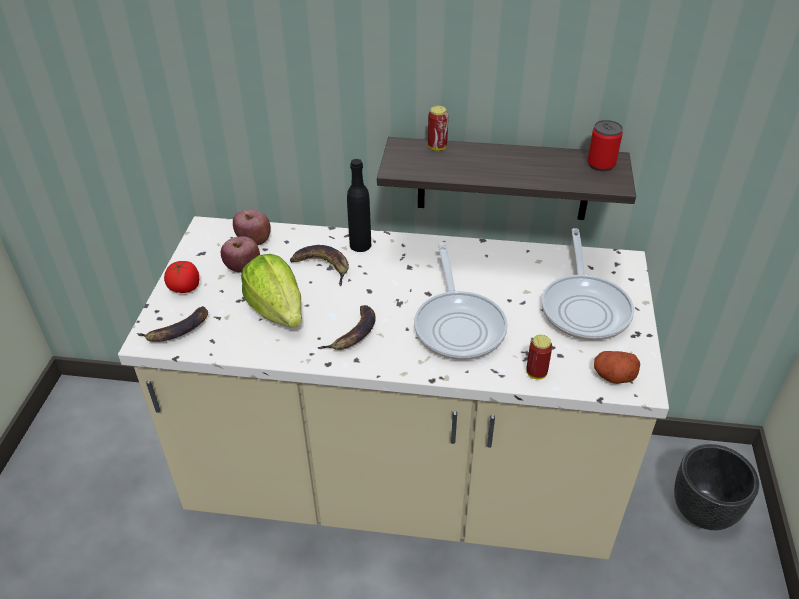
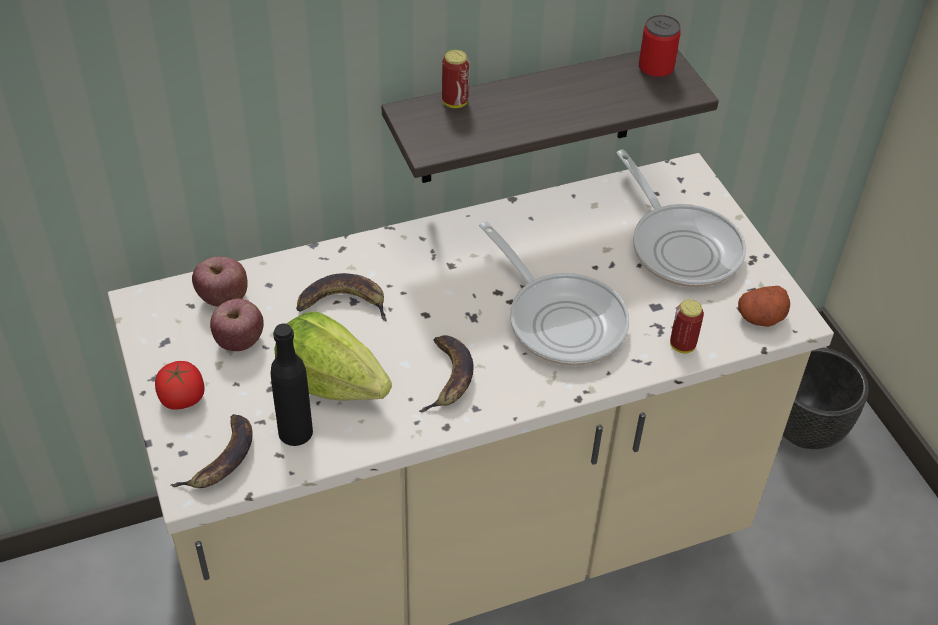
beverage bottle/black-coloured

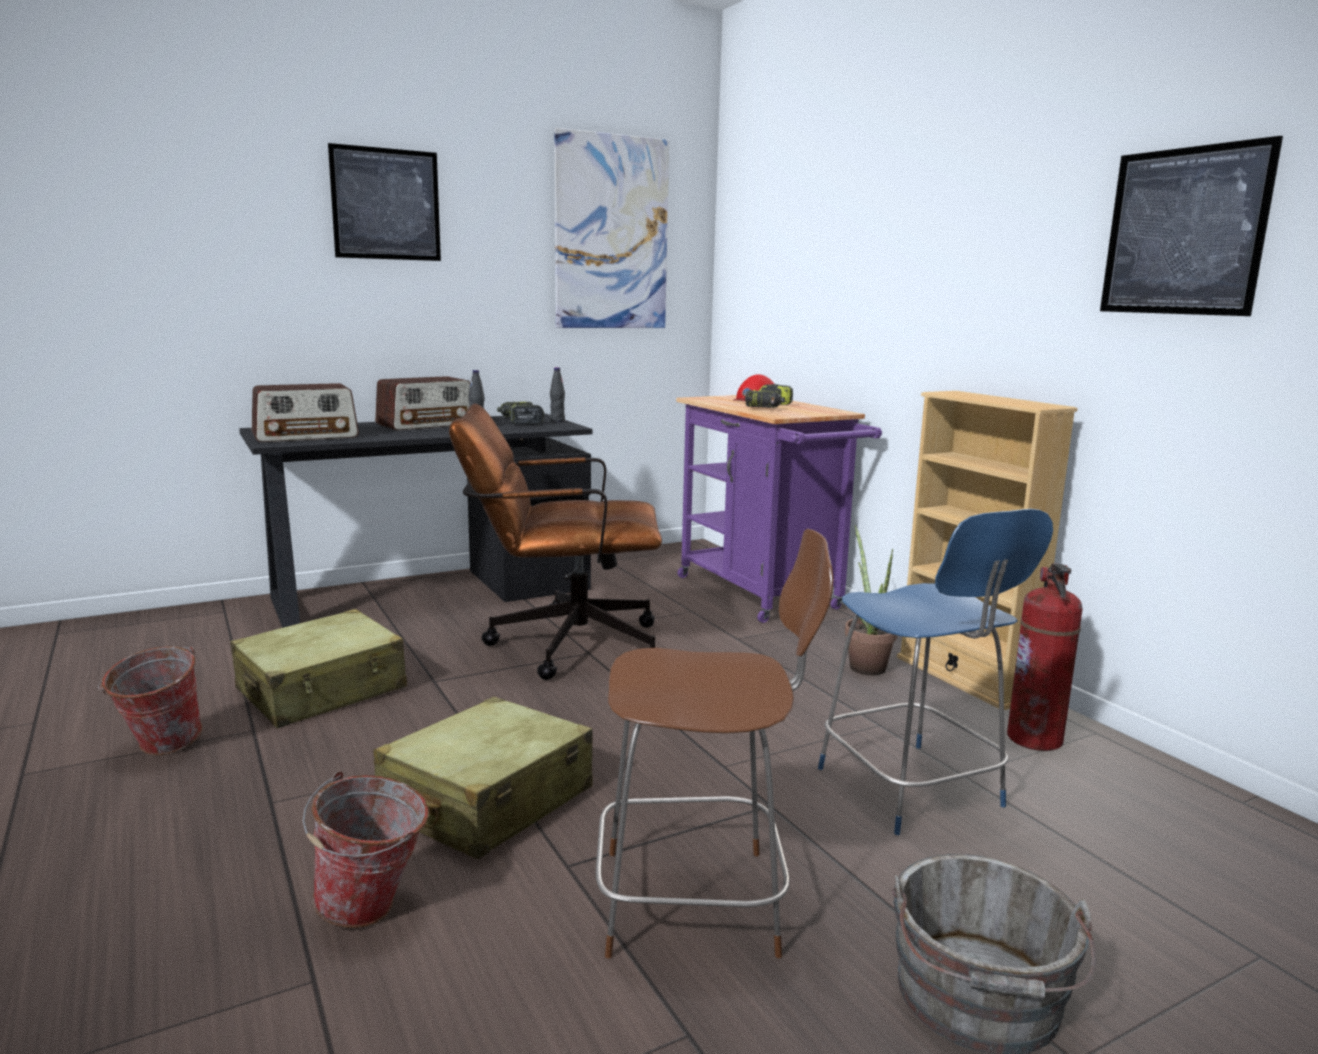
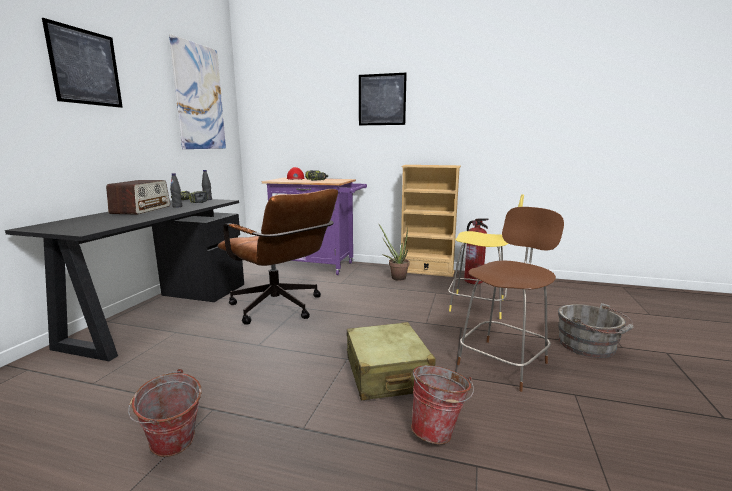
office chair/brownish
wall picture (no. 3 from left)
stool seat/yellow-coloured
travel case/beige (no. 1 from left in the first image)
radio (no. 1 from left in the first image)

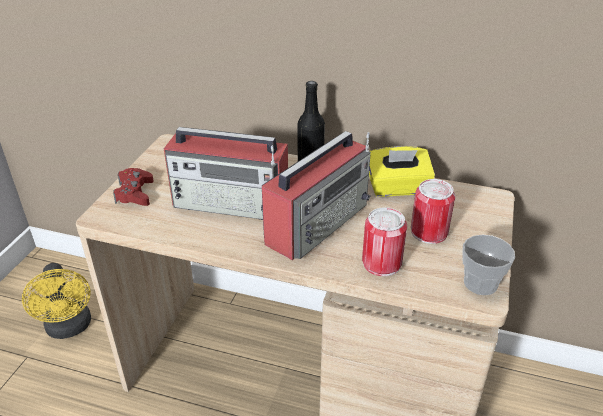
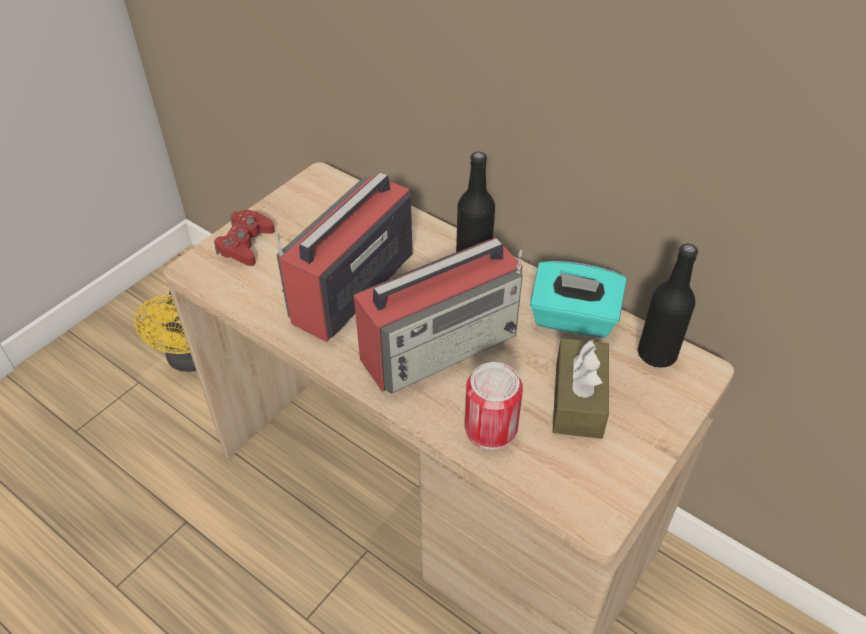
radio (no. 1 from left)
box of tissues/turquoise-coloured
box of tissues/brownish
beverage bottle/black-coloured (no. 2 from left)
cup

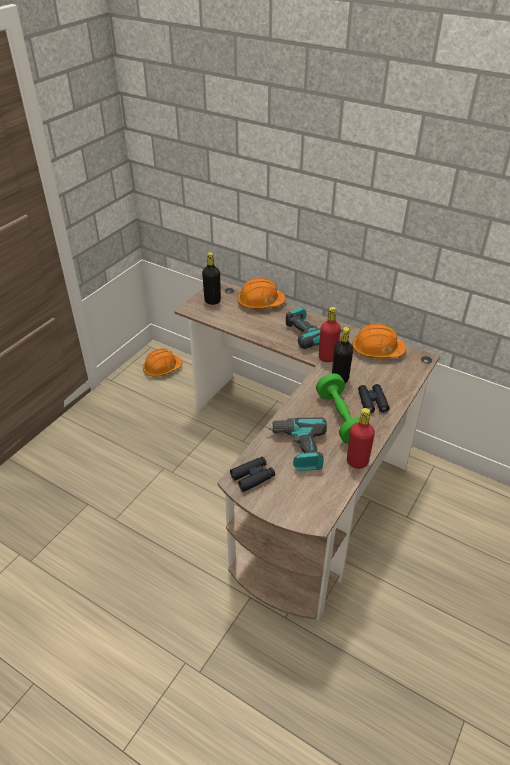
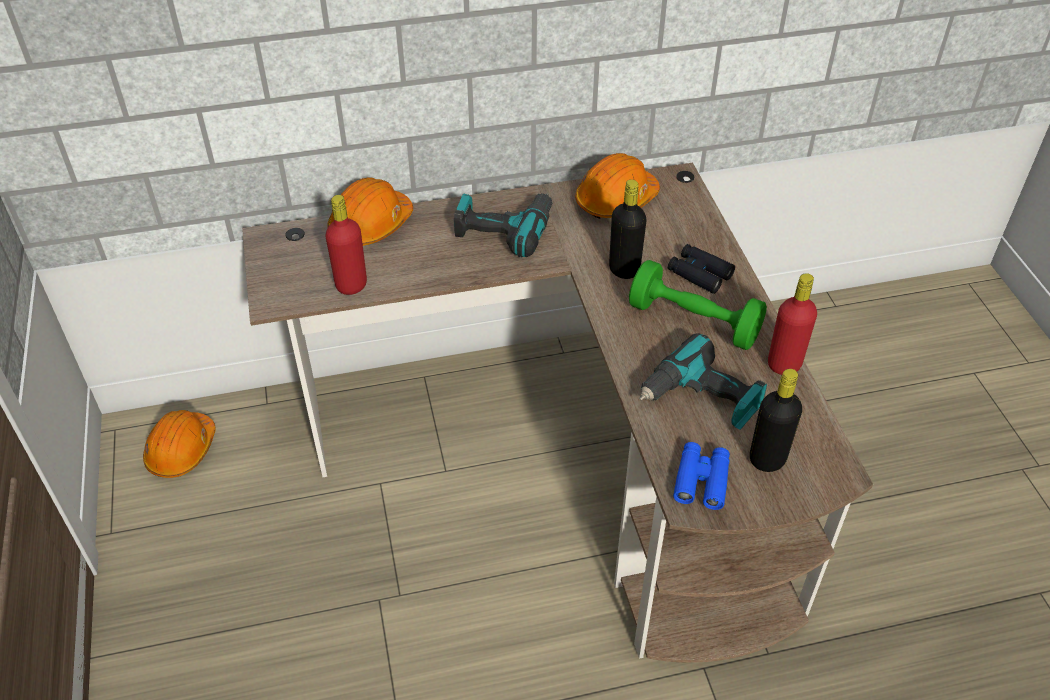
beverage bottle/red-coloured (no. 1 from left)
binoculars/blue
beverage bottle/black-coloured (no. 2 from left)

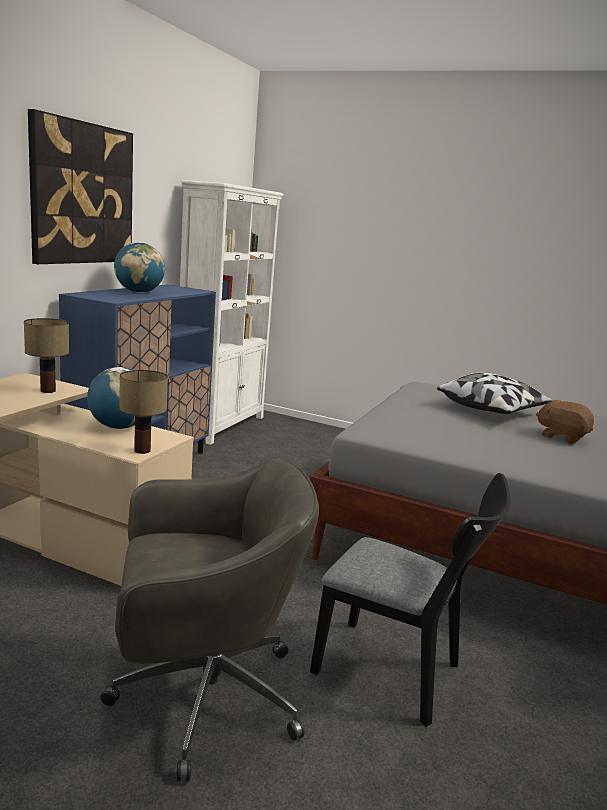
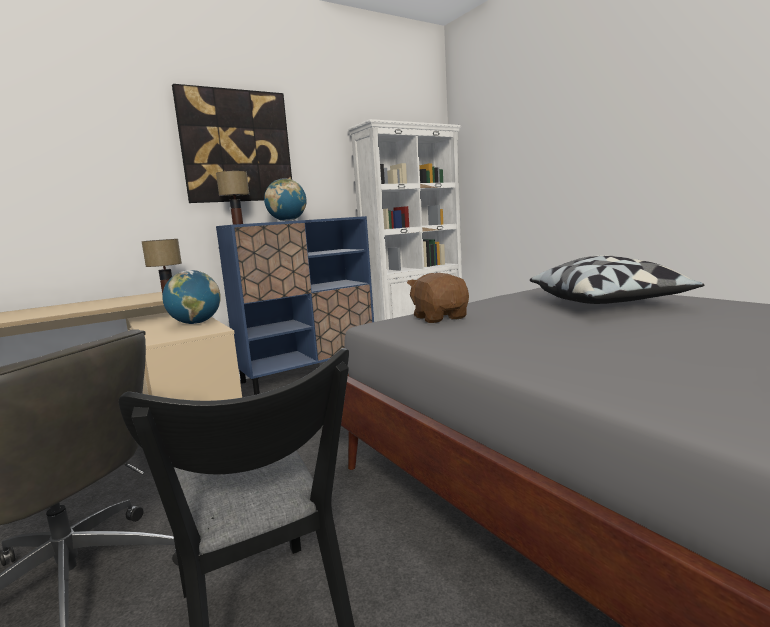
tabletop lamp (no. 2 from left)
plush toy/brownish

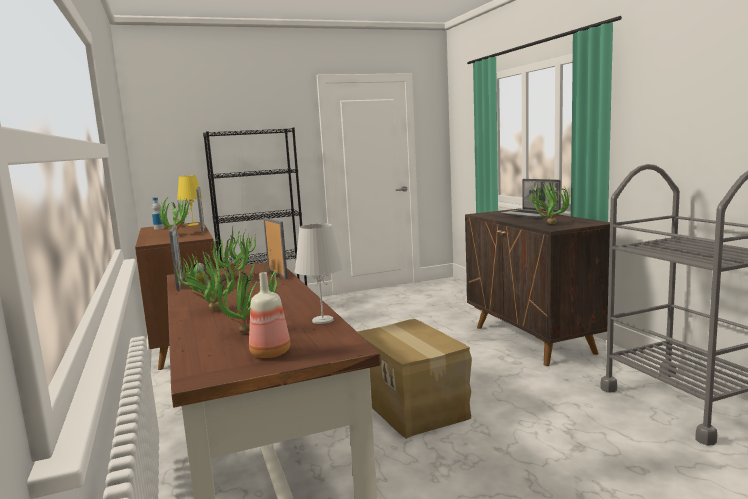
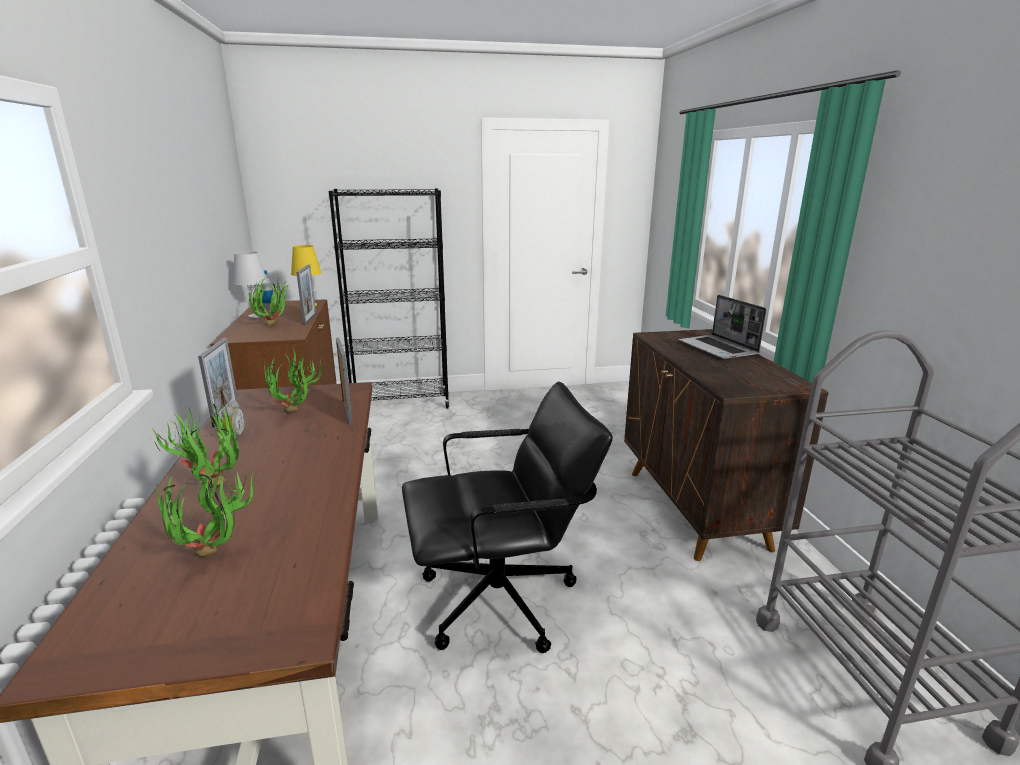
tabletop lamp/whitish
office chair/black-coloured
beverage bottle (no. 2 from left in the first image)
plant in a pot (no. 5 from left in the first image)

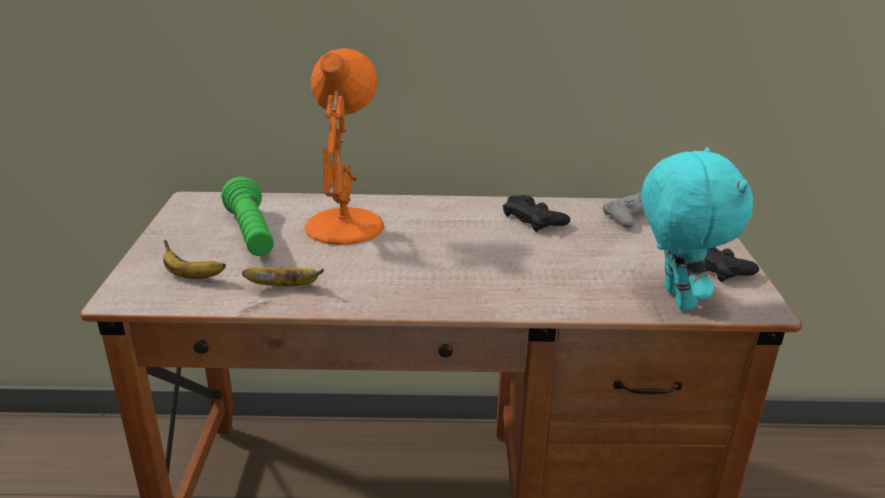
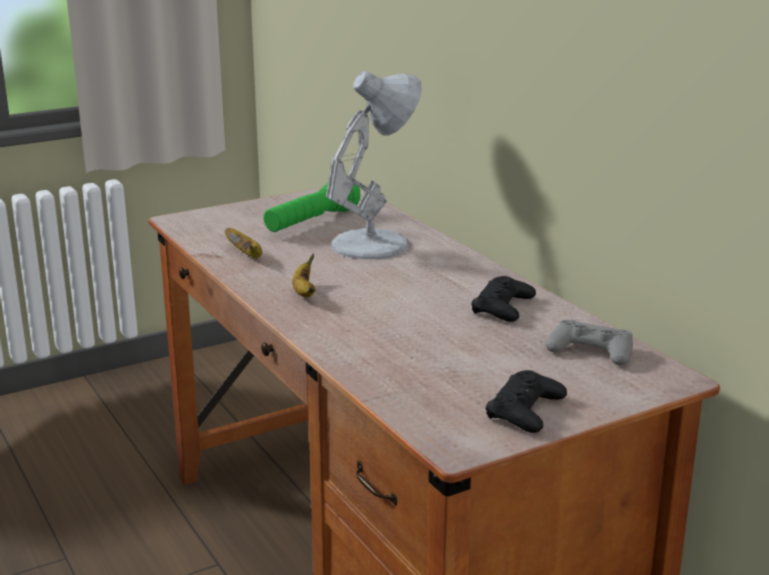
banana (no. 2 from left)
tabletop lamp/whitish
plush toy/turquoise-coloured

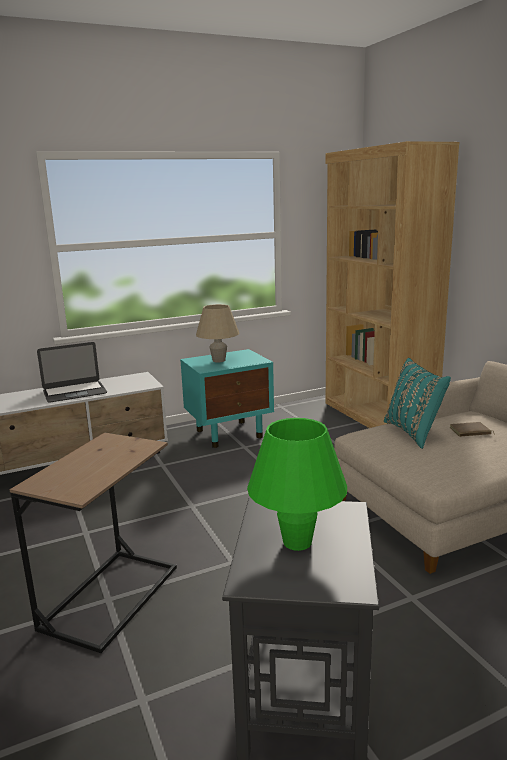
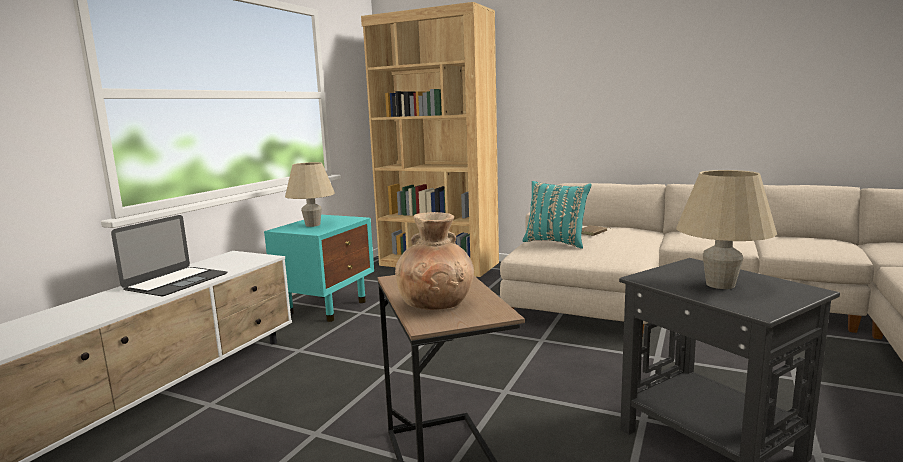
vase/brownish
tabletop lamp/beige (no. 2 from left)

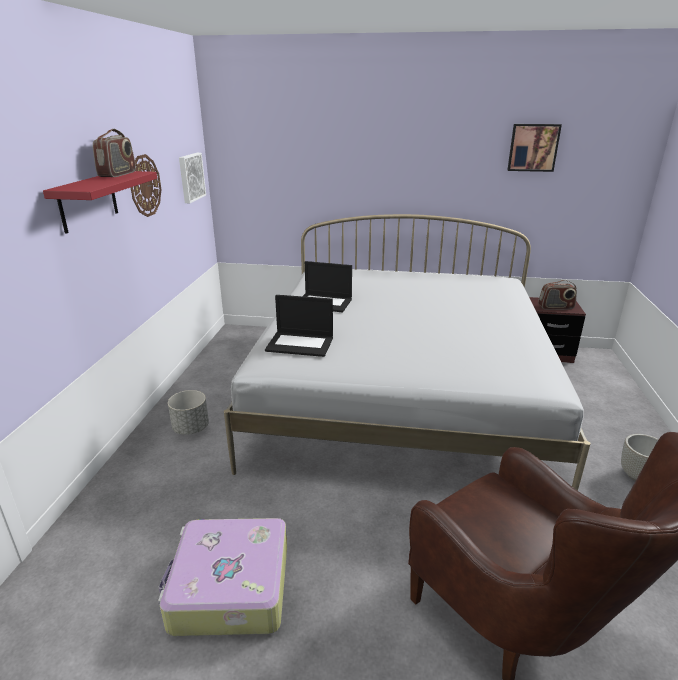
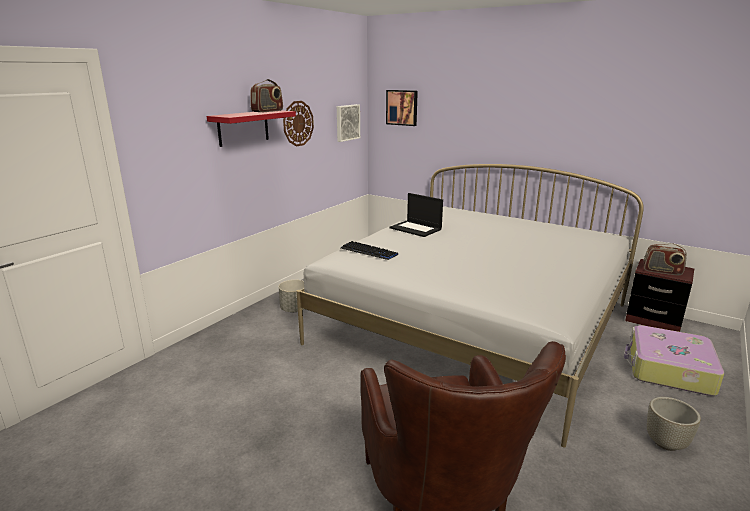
PC keyboard
wall picture (no. 2 from left)
travel case

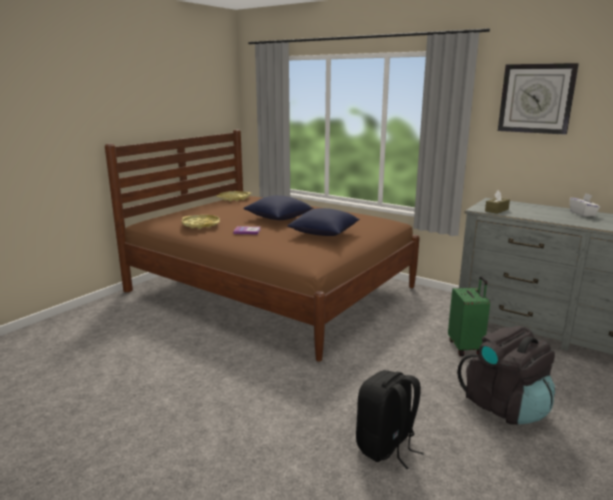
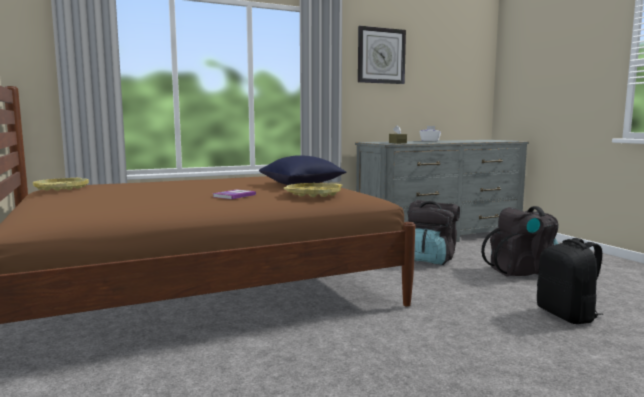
tray/yellow-coloured (no. 2 from left)
rucksack/black-coloured (no. 1 from left)
throw pillow/blue (no. 1 from left in the first image)

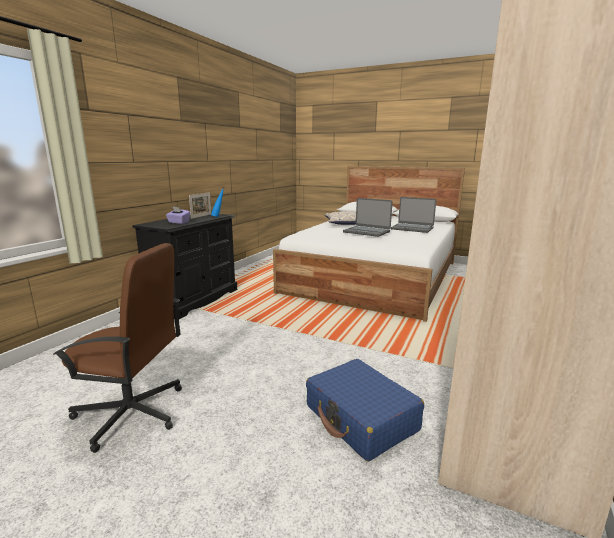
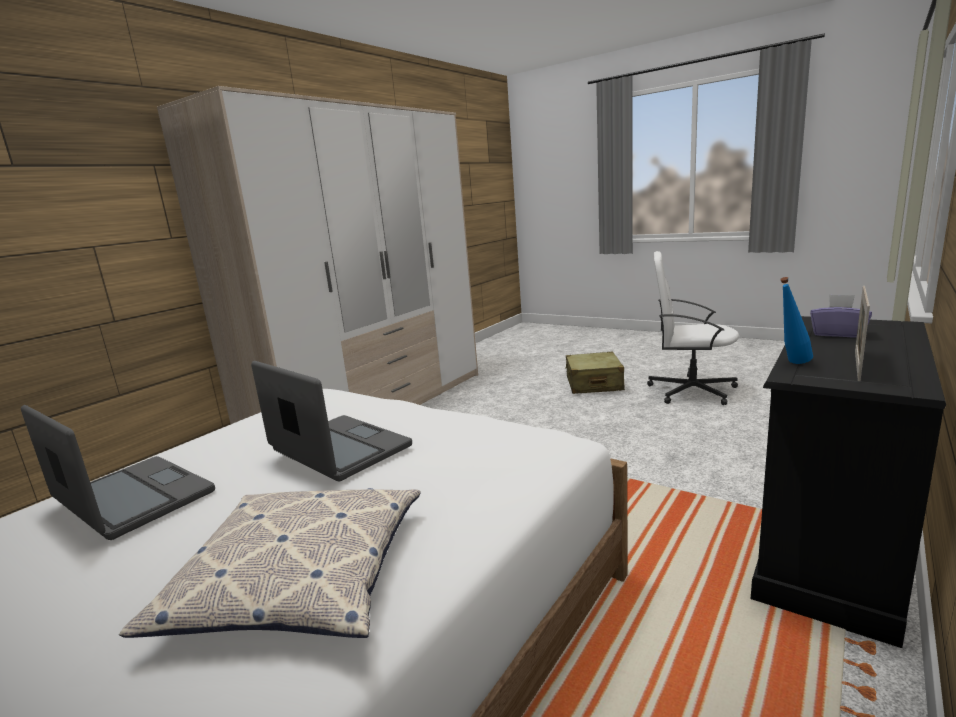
travel case/beige
office chair/whitish
travel case/blue

